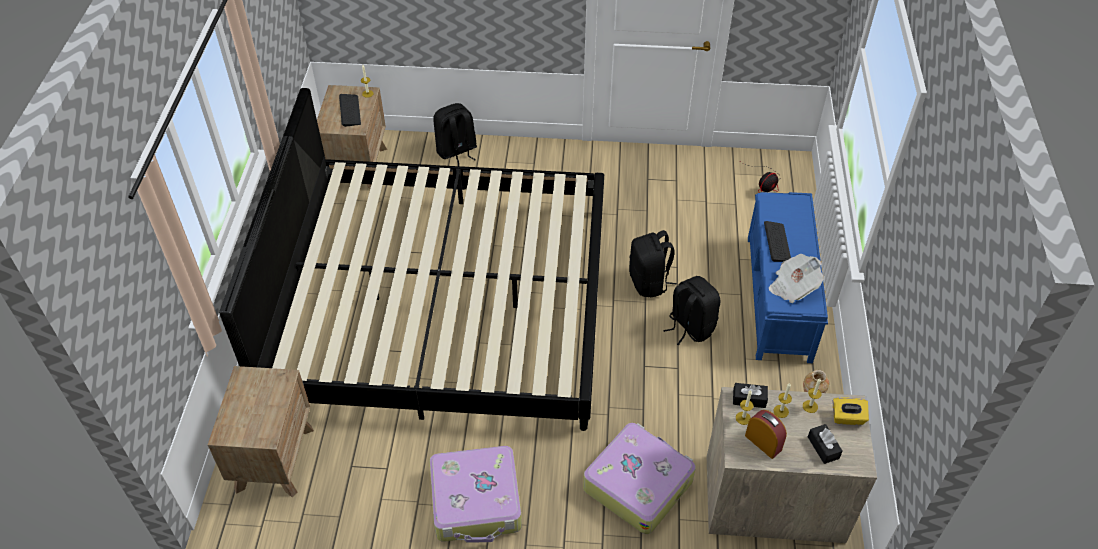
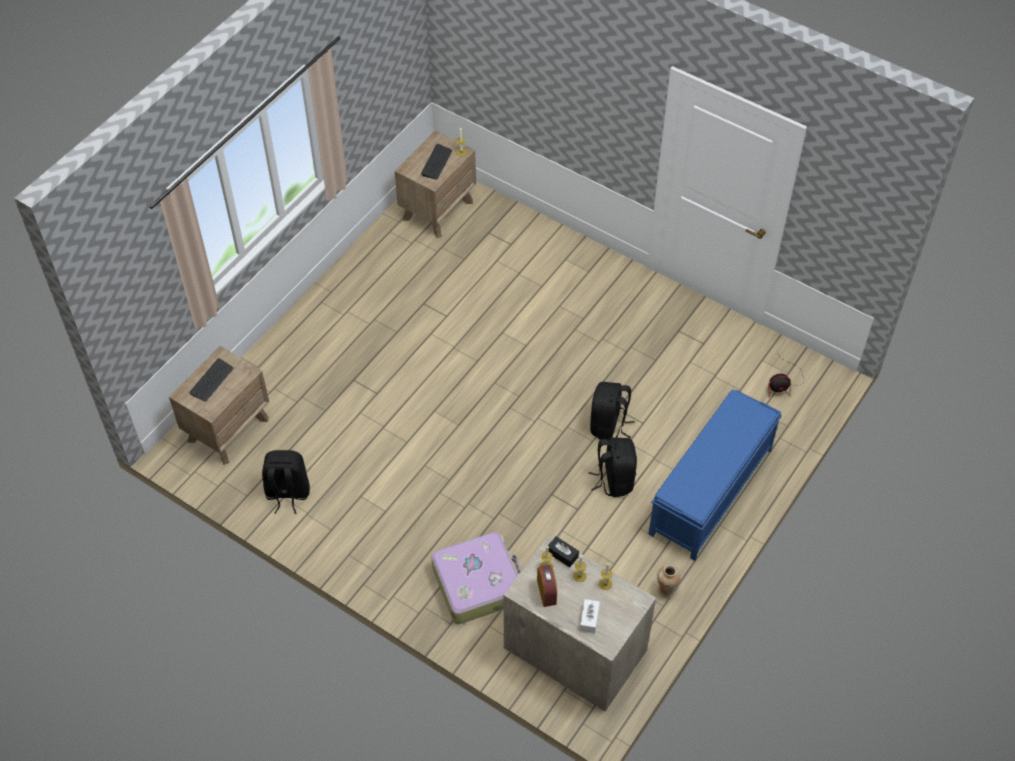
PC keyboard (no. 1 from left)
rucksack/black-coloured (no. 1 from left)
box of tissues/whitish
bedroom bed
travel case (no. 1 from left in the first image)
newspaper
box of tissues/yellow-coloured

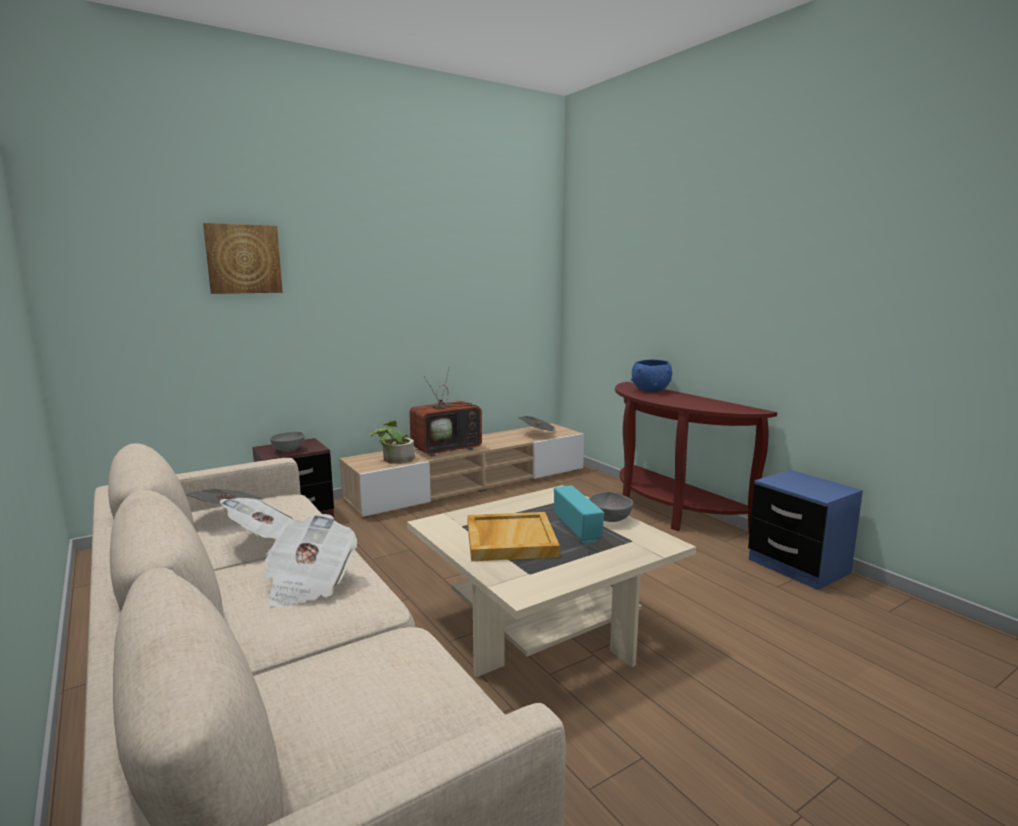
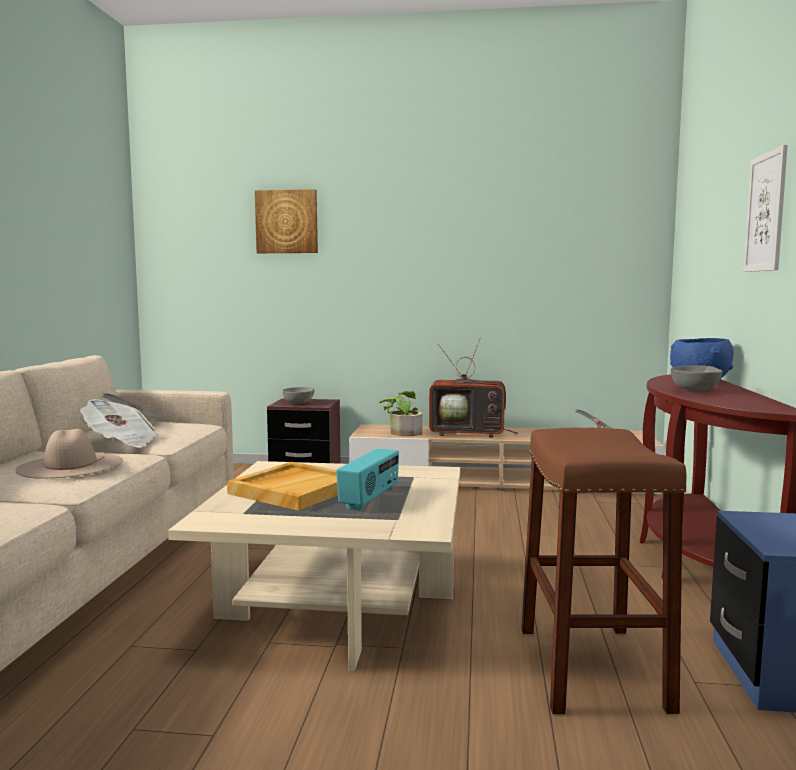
clothing hat/beige
stool seat/brownish
serving bowl/greyish (no. 2 from left)
wall picture (no. 2 from left)

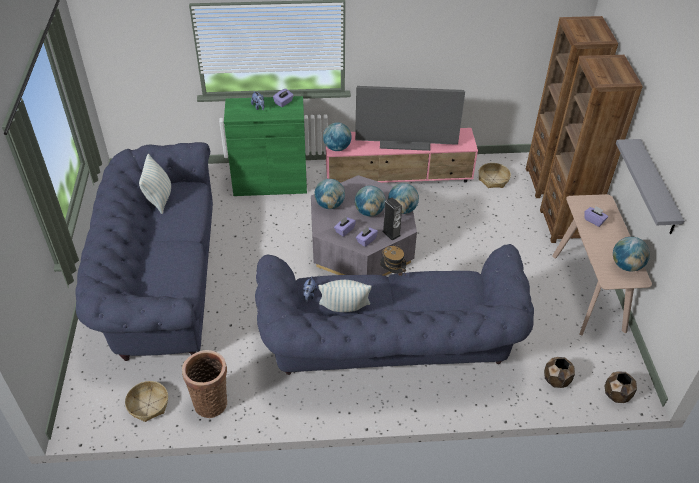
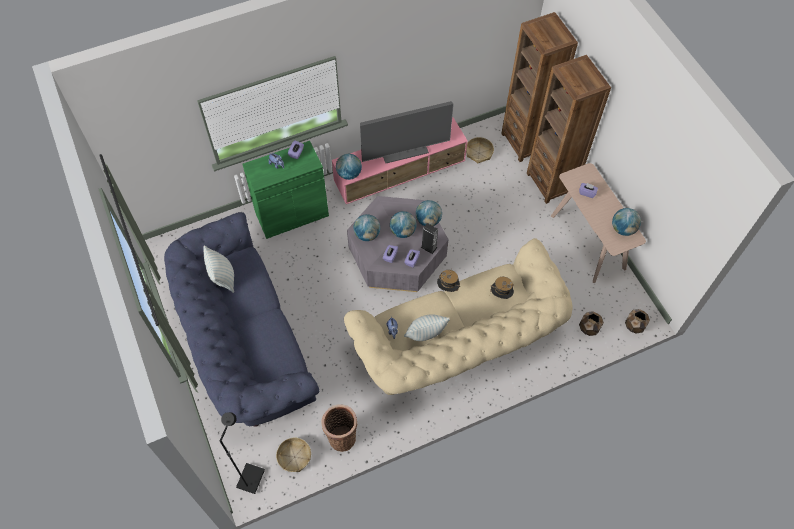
standing lamp/black-coloured
sofa/beige
clothing hat (no. 2 from left)
bracket shelf/greyish

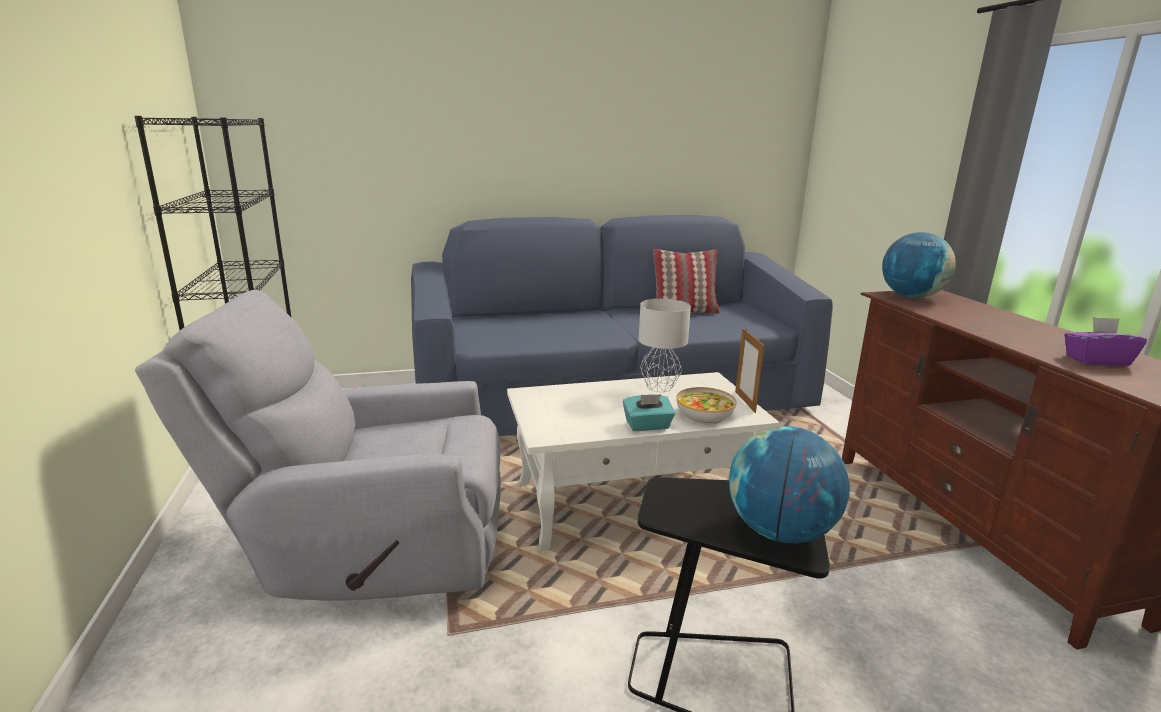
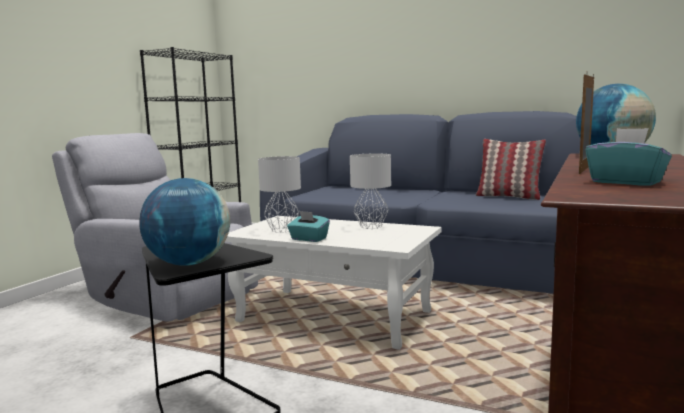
tabletop lamp/greyish (no. 1 from left)
picture frame
box of tissues/turquoise-coloured (no. 2 from left)
serving bowl

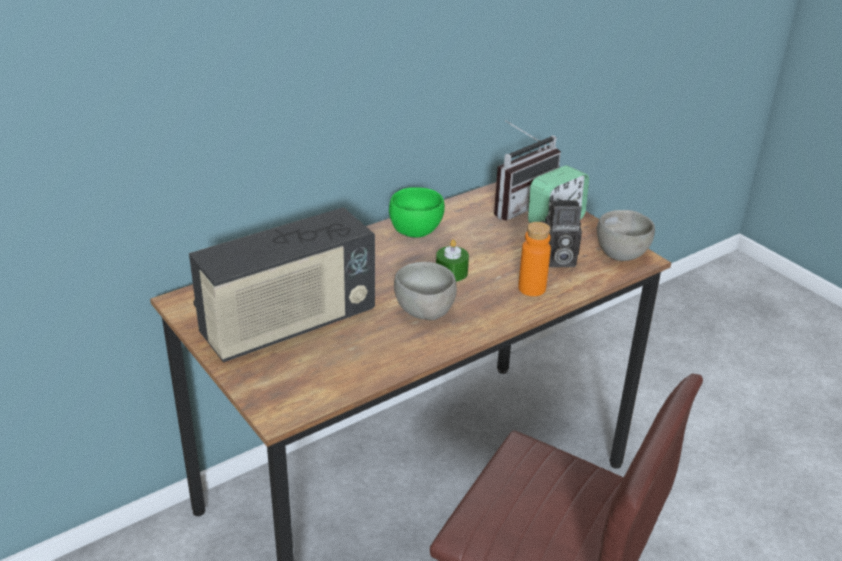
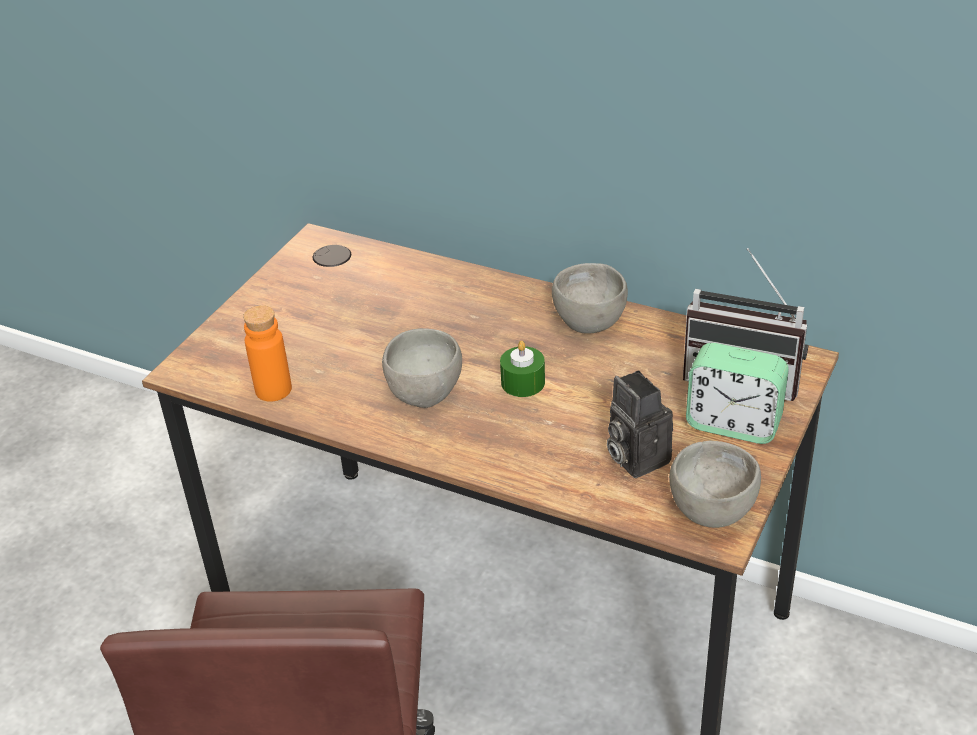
beverage bottle/orange
serving bowl/greyish (no. 2 from left)
radio (no. 1 from left in the first image)

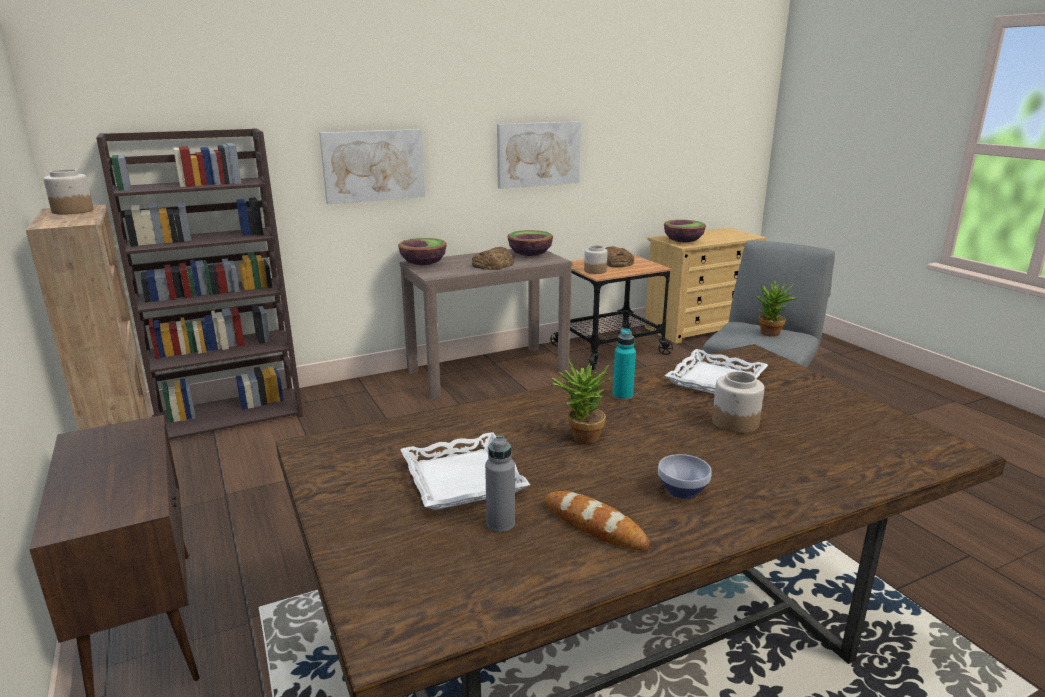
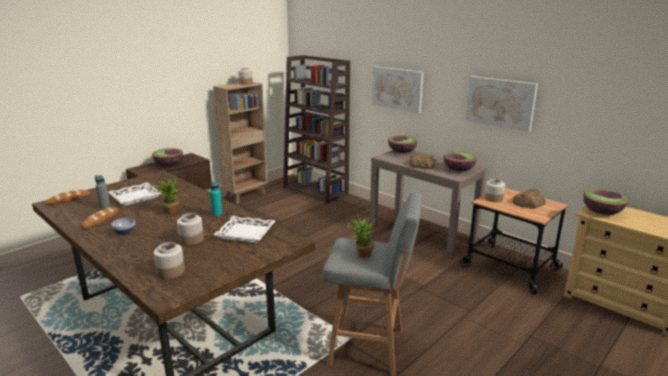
bakery bread (no. 1 from left)
serving bowl (no. 2 from left)
storage jar (no. 1 from left)

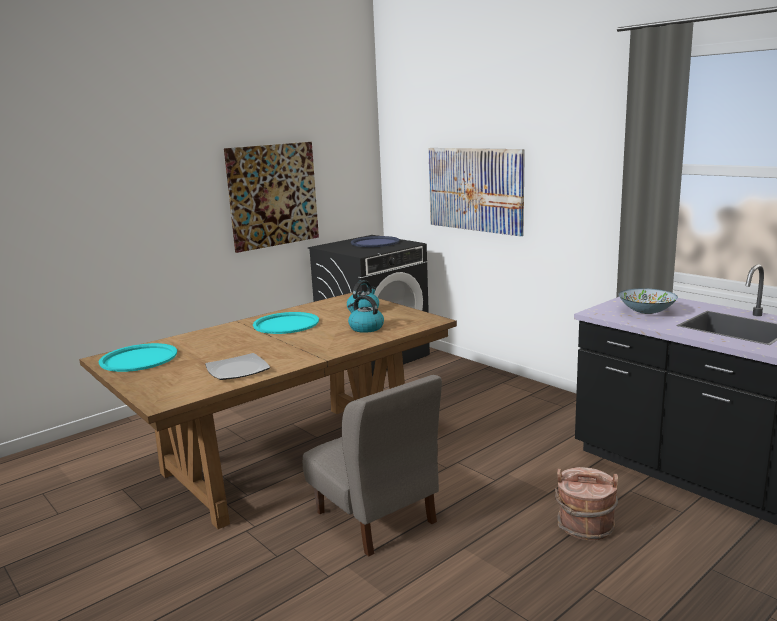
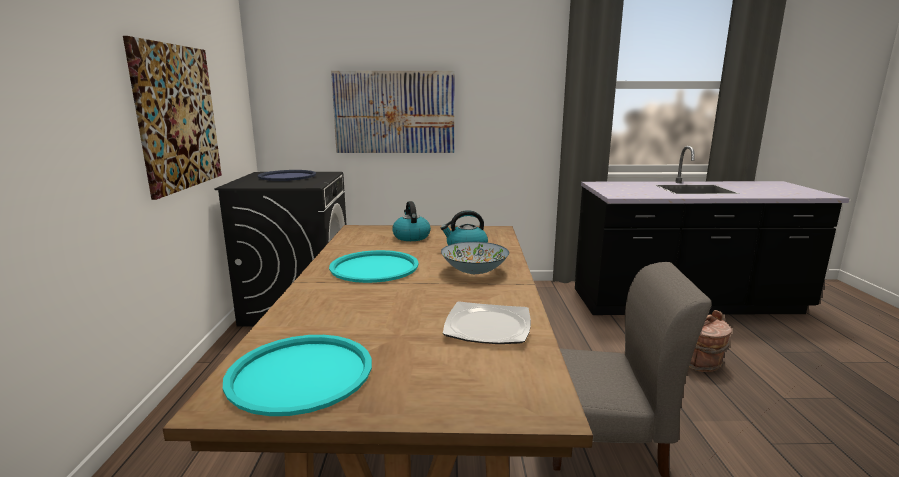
serving bowl

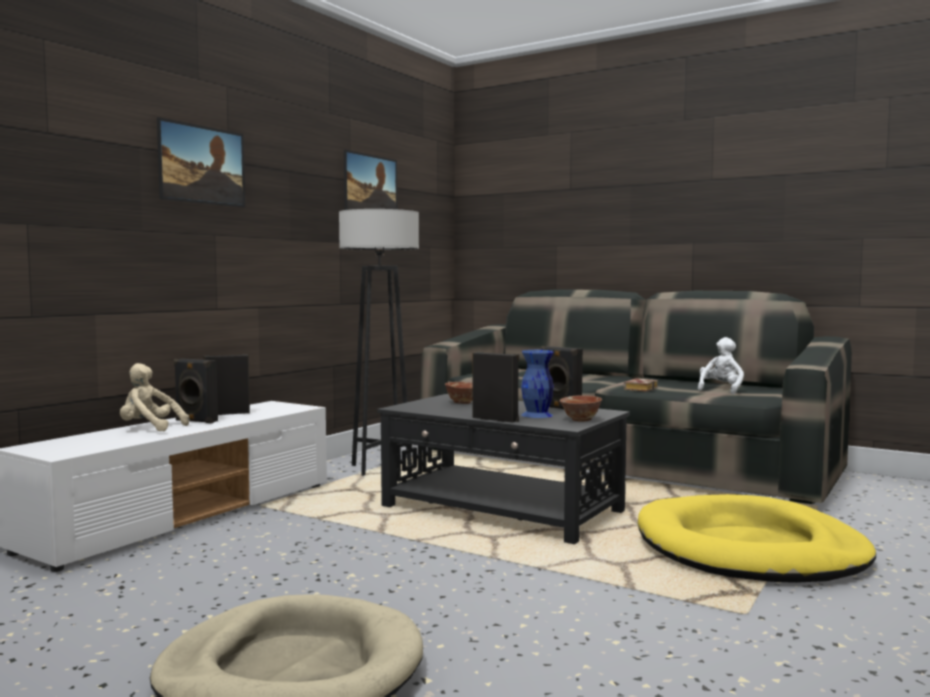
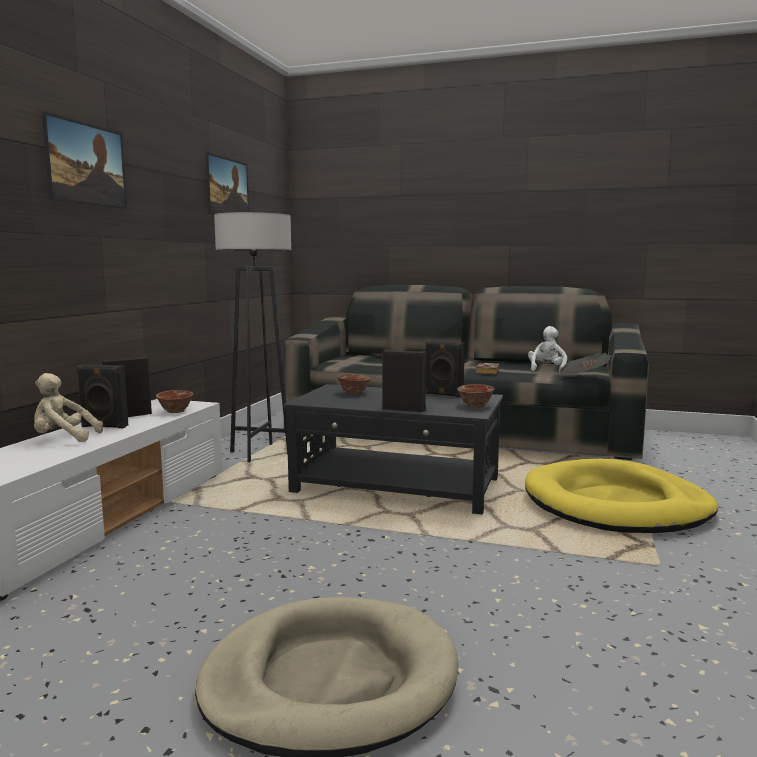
serving bowl (no. 1 from left)
newspaper
vase/blue

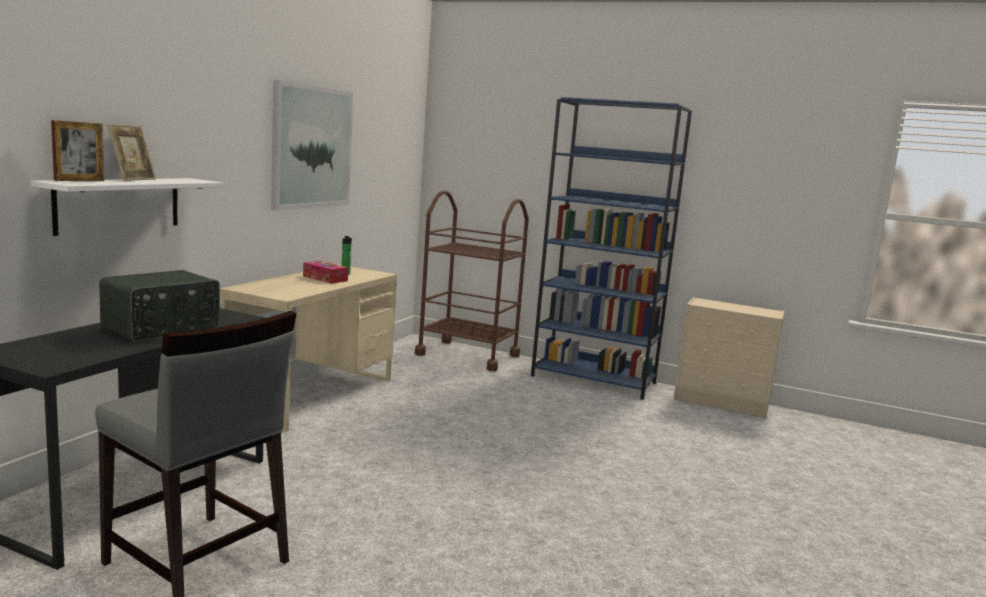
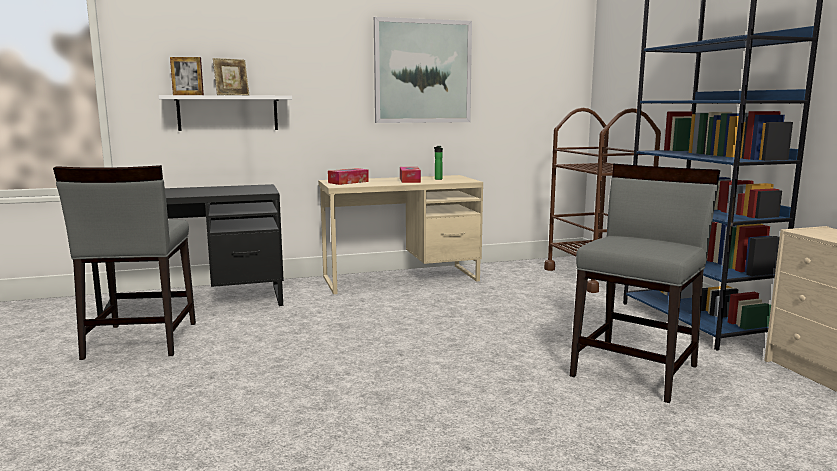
box of tissues (no. 1 from left)
upright chair/greyish (no. 2 from left)
radio

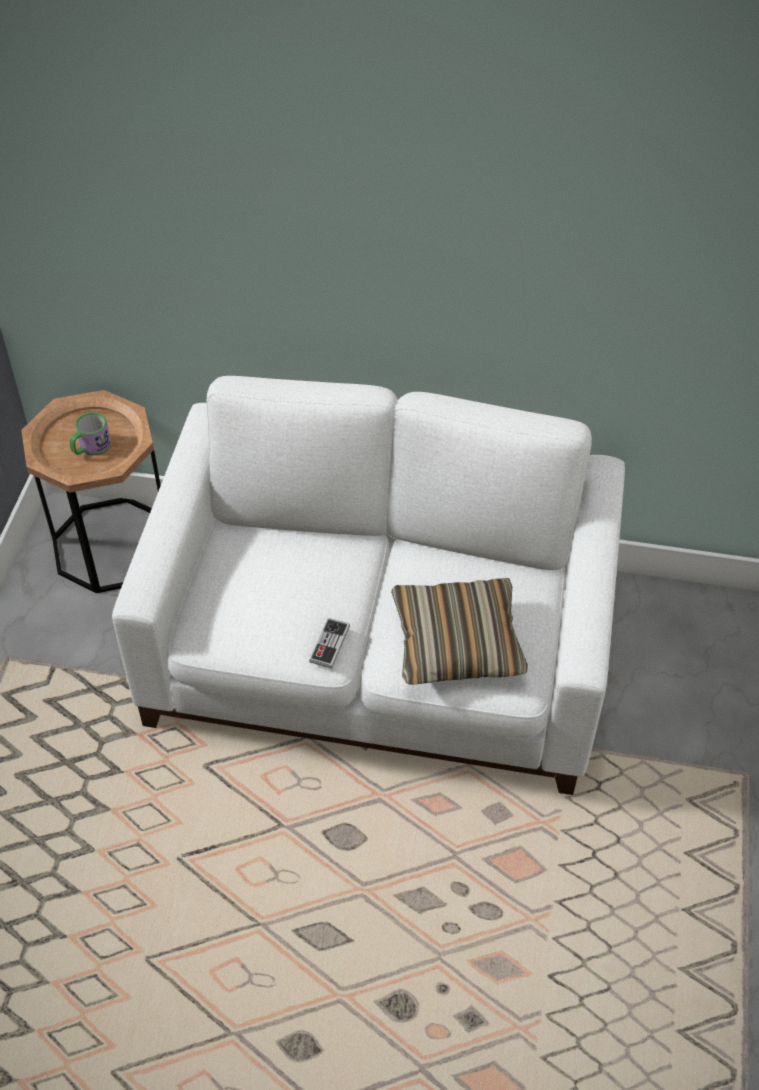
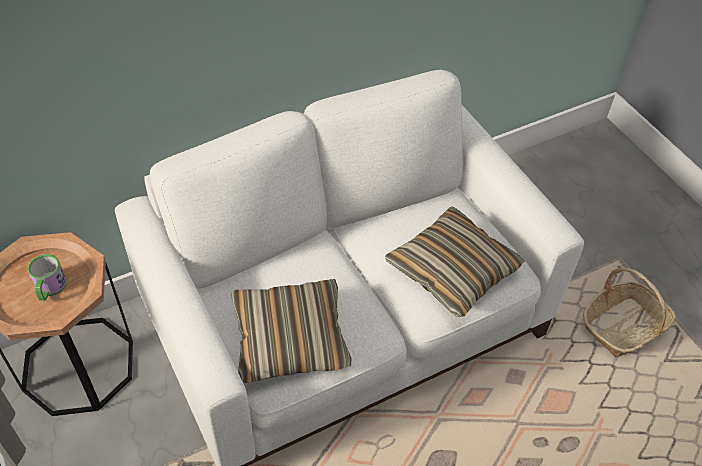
throw pillow (no. 1 from left)
storage basket
game controller

